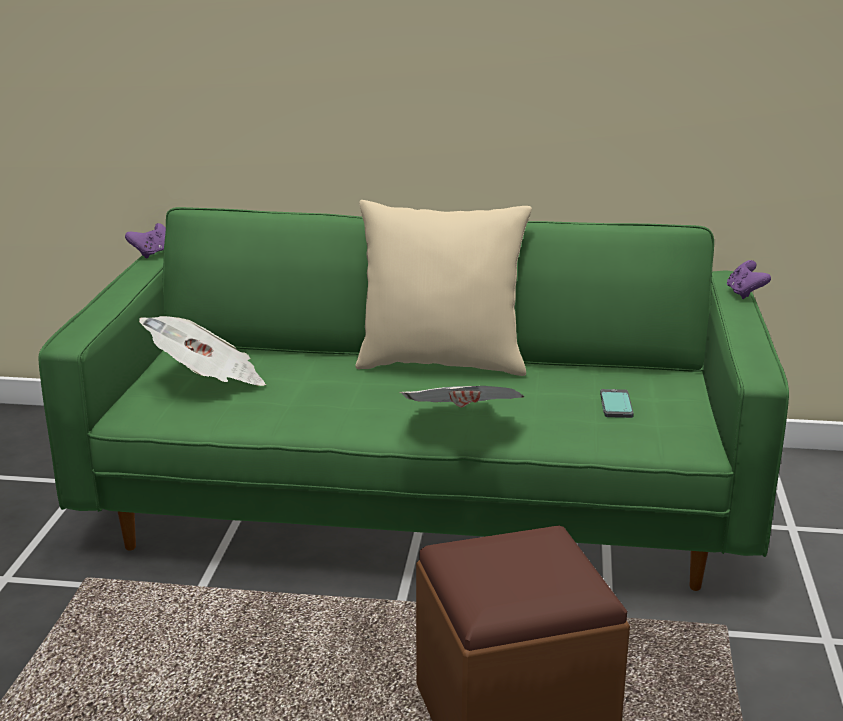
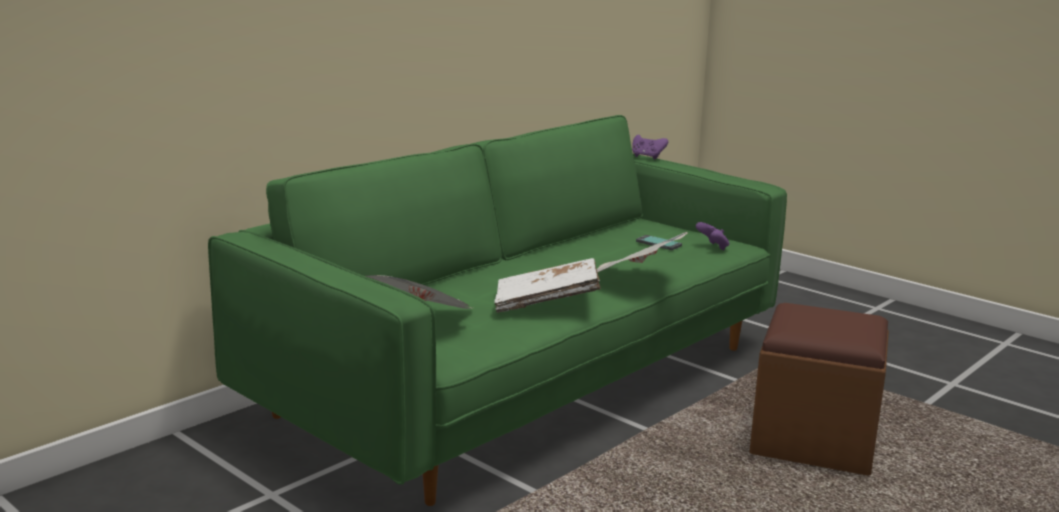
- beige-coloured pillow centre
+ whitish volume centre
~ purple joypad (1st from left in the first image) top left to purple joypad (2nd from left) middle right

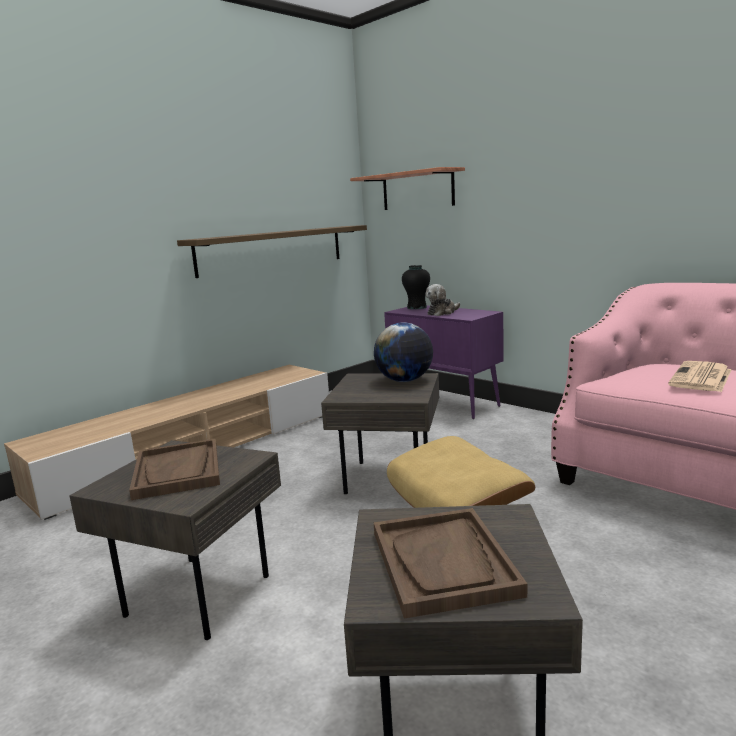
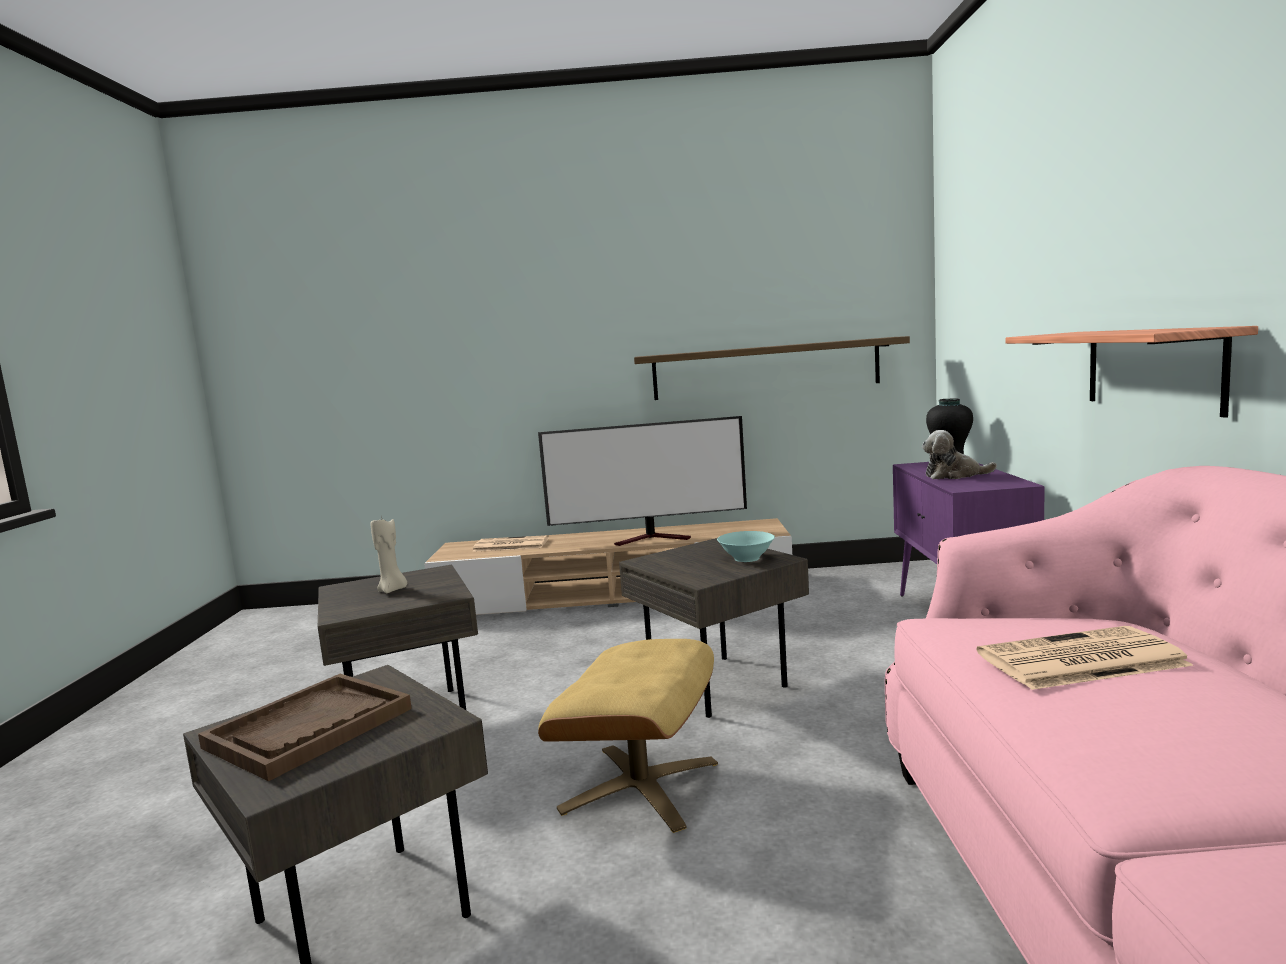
+ daily paper (1st from left) centre
+ TV set centre
~ shelf (2nd from left) top centre to middle right
~ brownish tray (1st from left) middle left to beige-coloured candle middle left
~ world globe centre to blue-green bowl centre

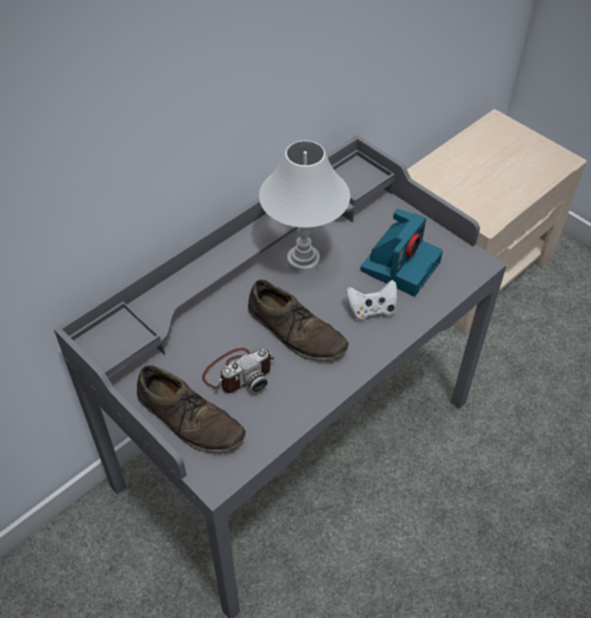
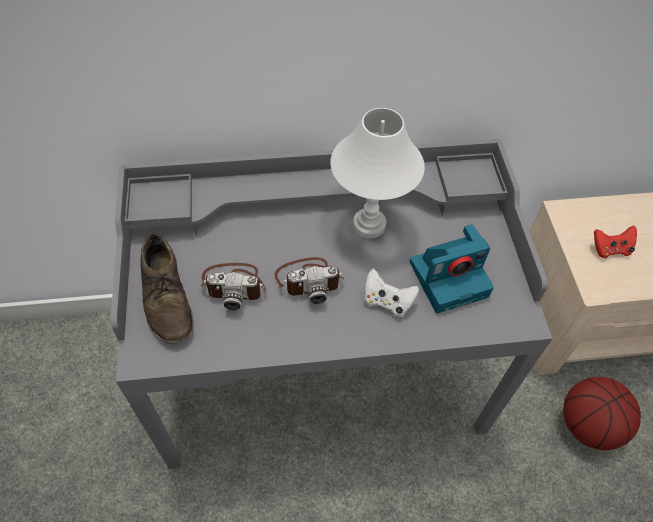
+ basketball bottom right
+ red-coloured joypad middle right
~ brownish low shoe (2nd from left) centre to photo camera (2nd from left) centre

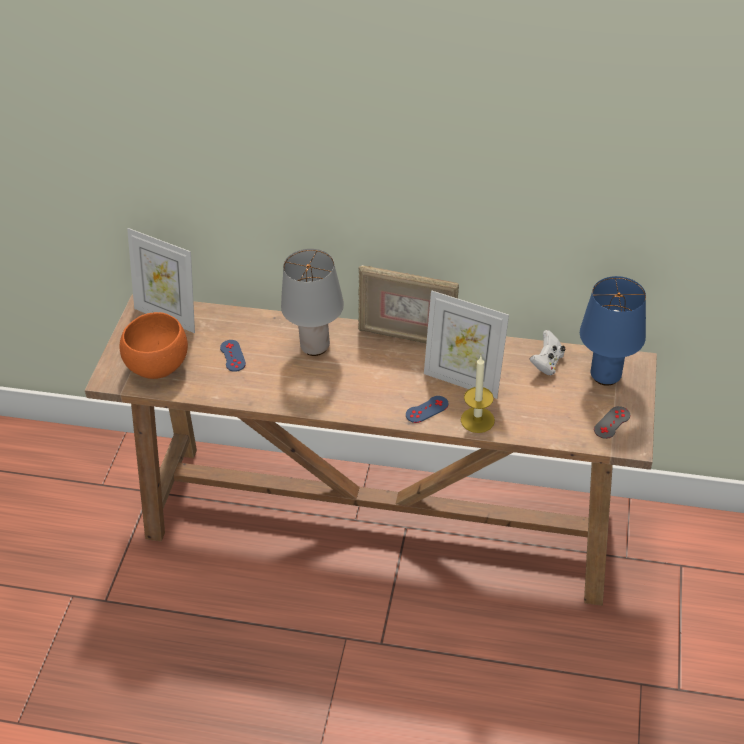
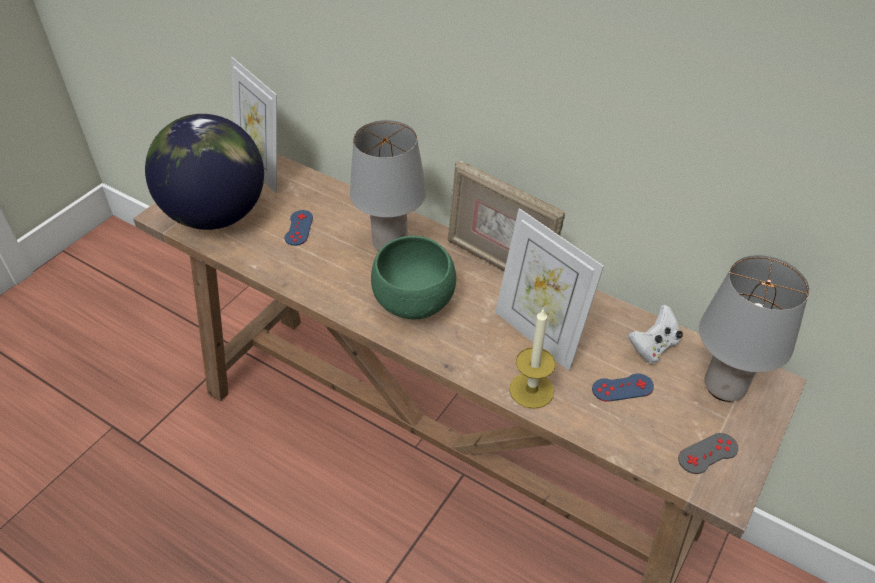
+ greenish bowl centre
~ blue-coloured joypad (2nd from left) centre to middle right
~ orange-coloured bowl middle left to world globe top left
~ blue-coloured table lamp middle right to gray table lamp (2nd from left) middle right

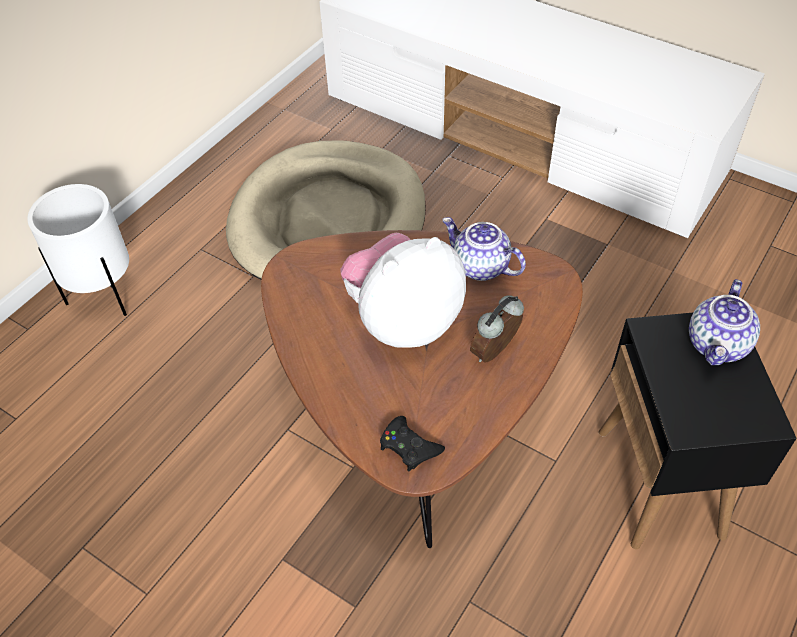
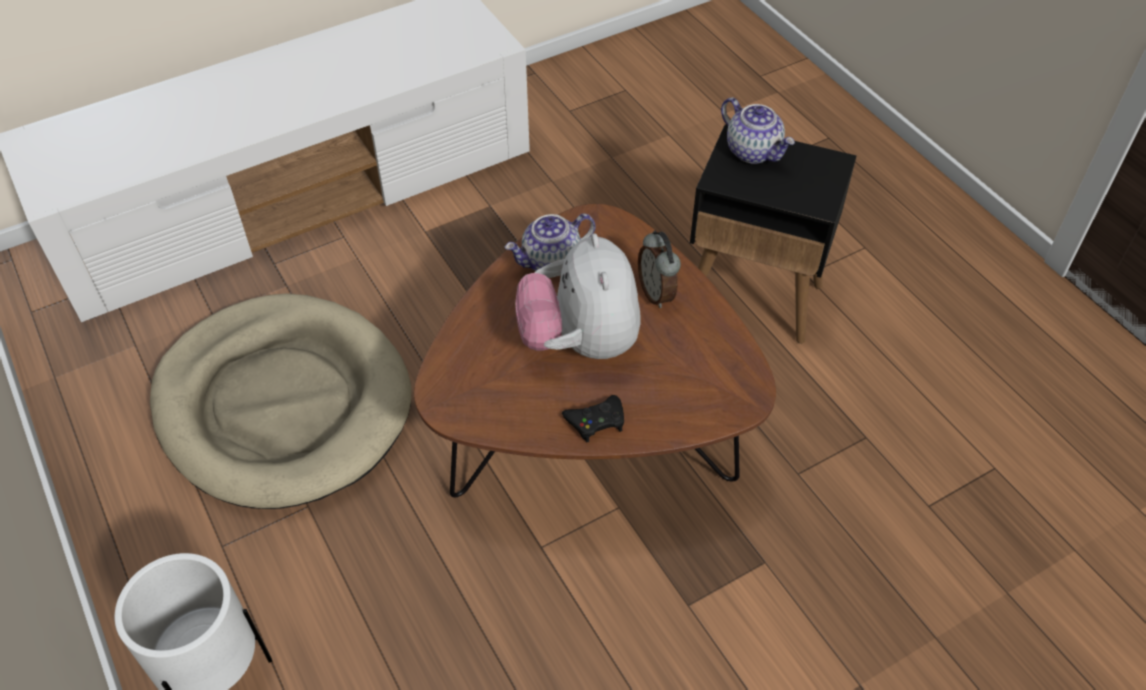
~ black-coloured joypad bottom centre to centre

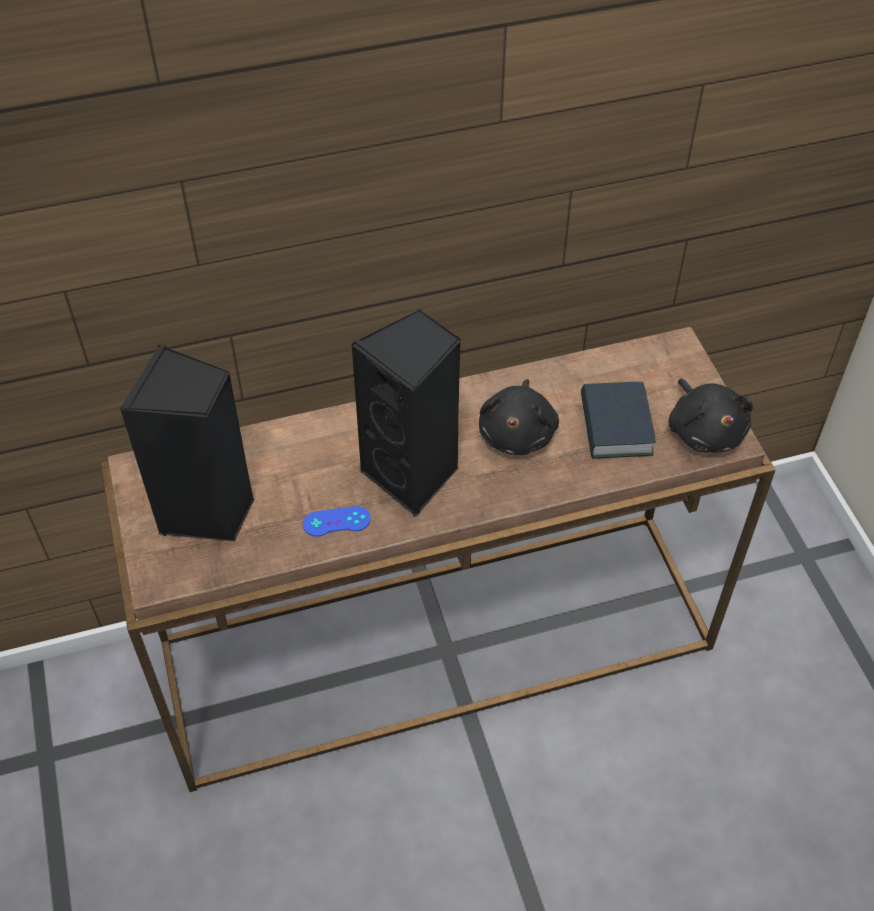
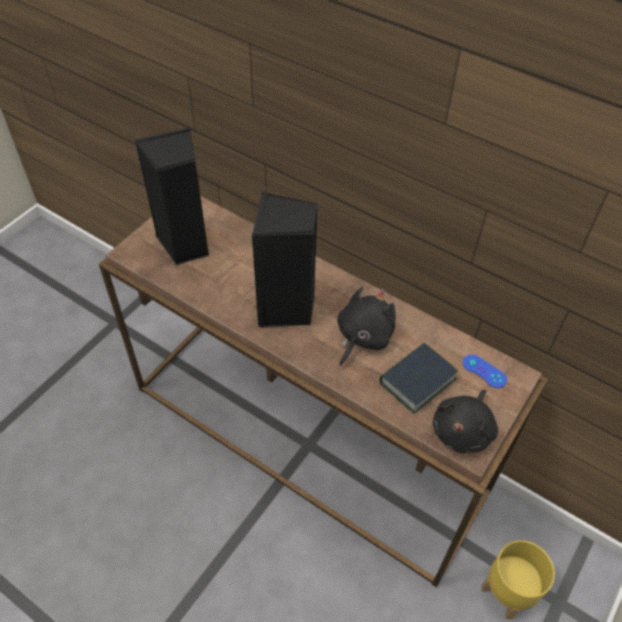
+ yellow-coloured planter bottom right
~ blue-coloured joypad centre to middle right
~ black-coloured soft toy (1st from left) centre = centre 150 degrees clockwise

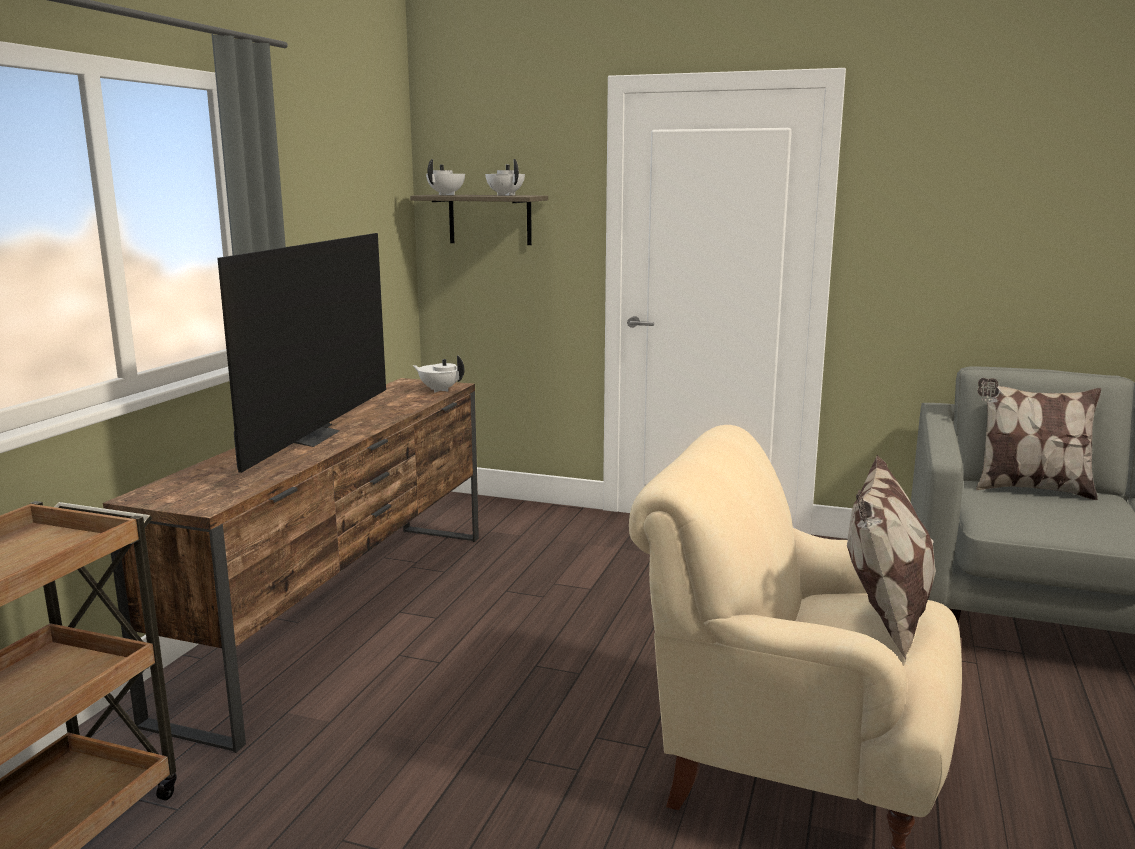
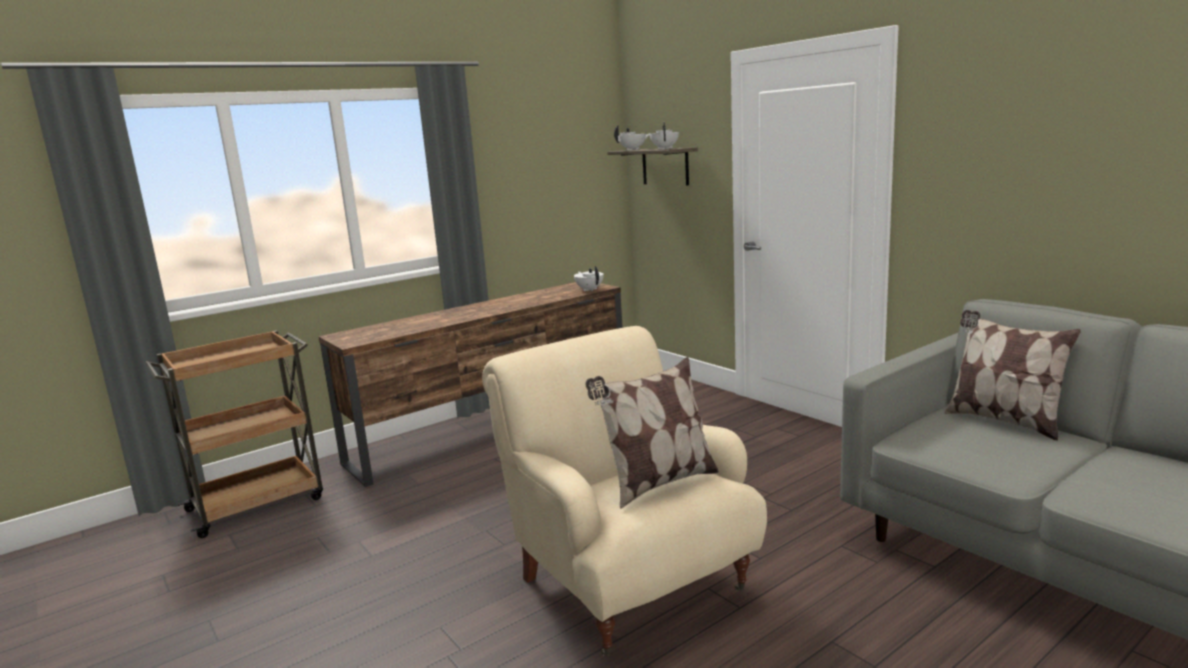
- TV set middle left

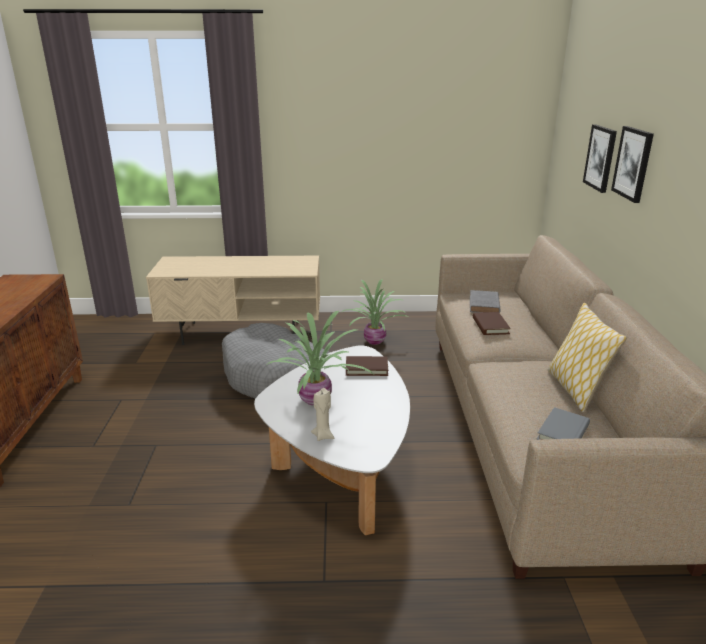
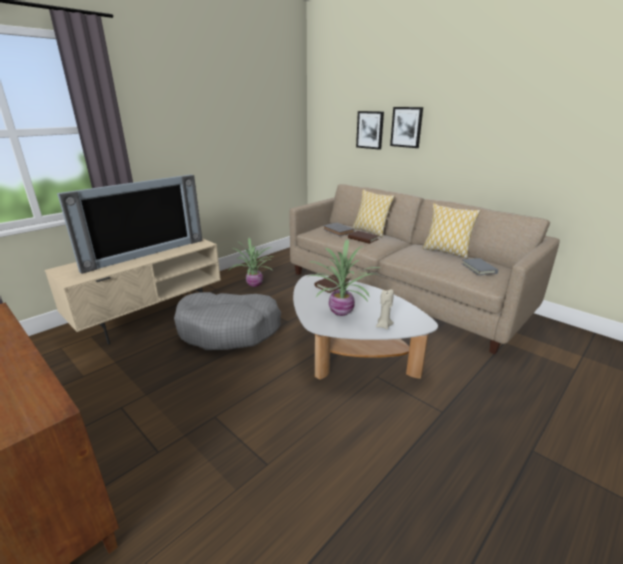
+ TV set middle left
+ pillow (1st from left) centre

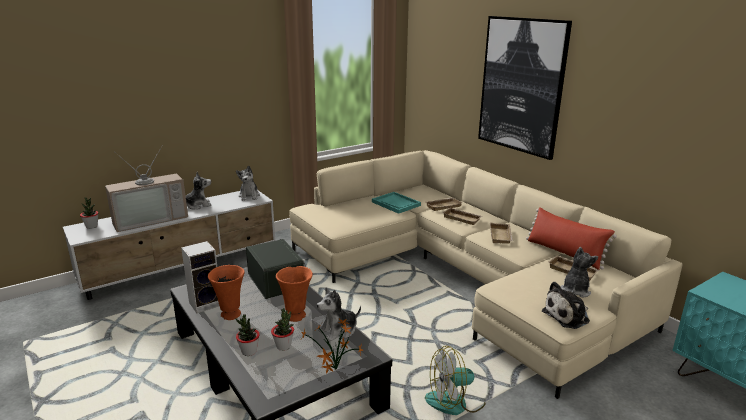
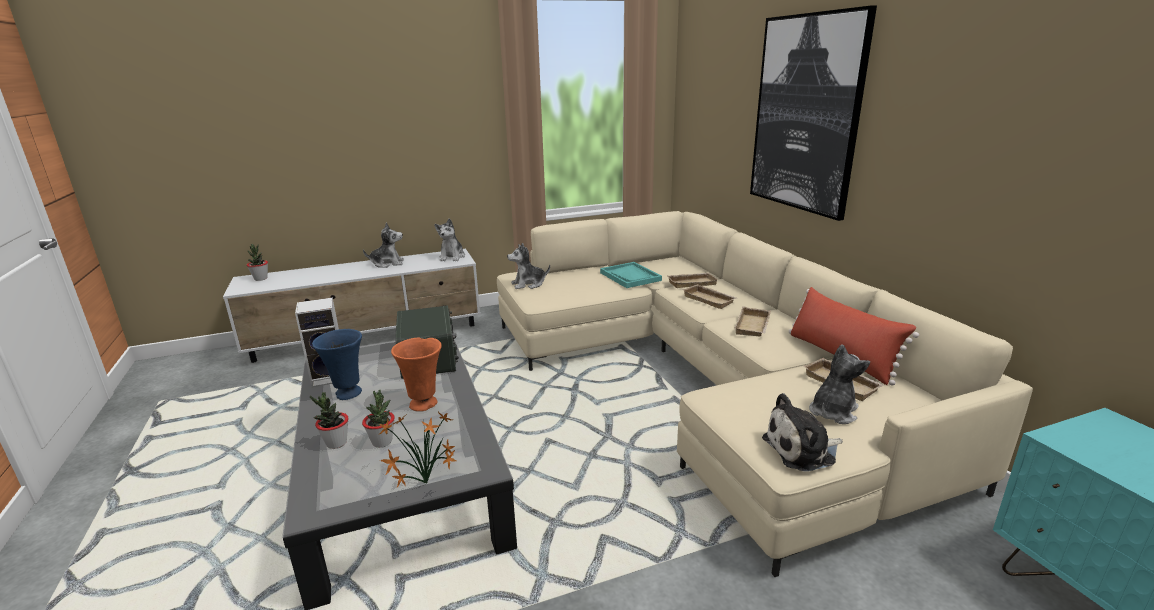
- TV set middle left
- electric fan bottom centre
~ soft toy (3rd from left) bottom centre to centre
~ orange-coloured decorative vase (1st from left) bottom left to blue-coloured decorative vase middle left

